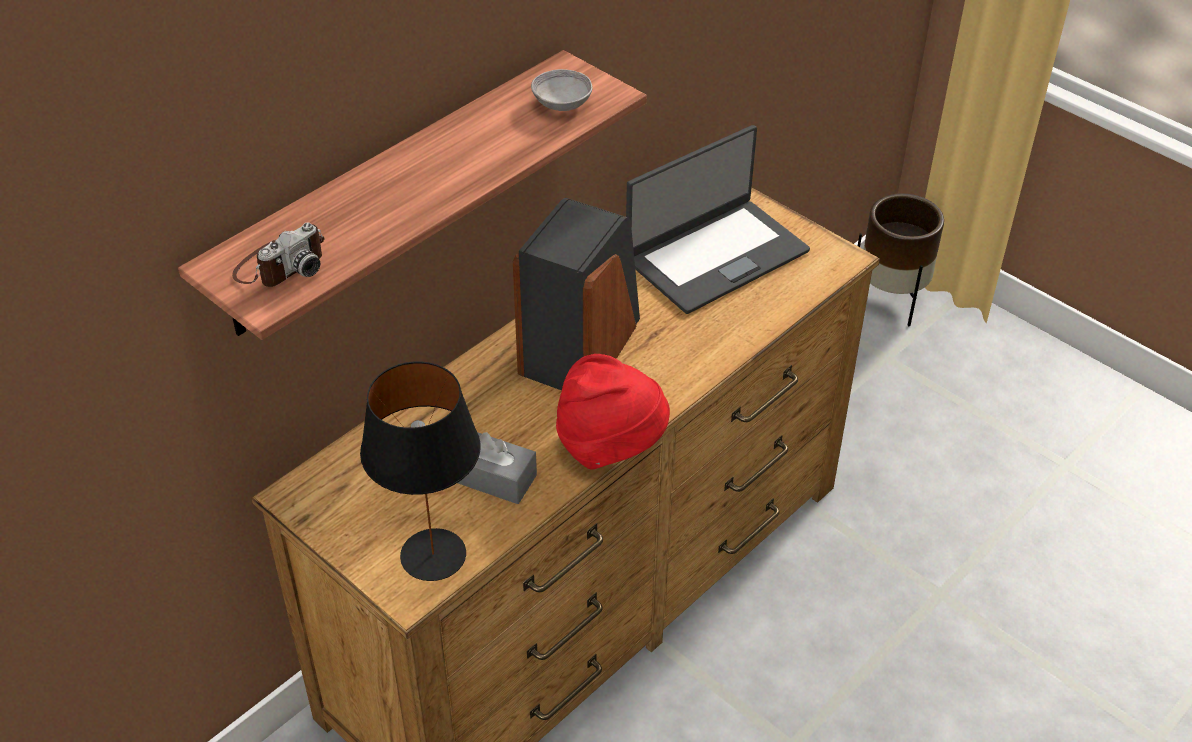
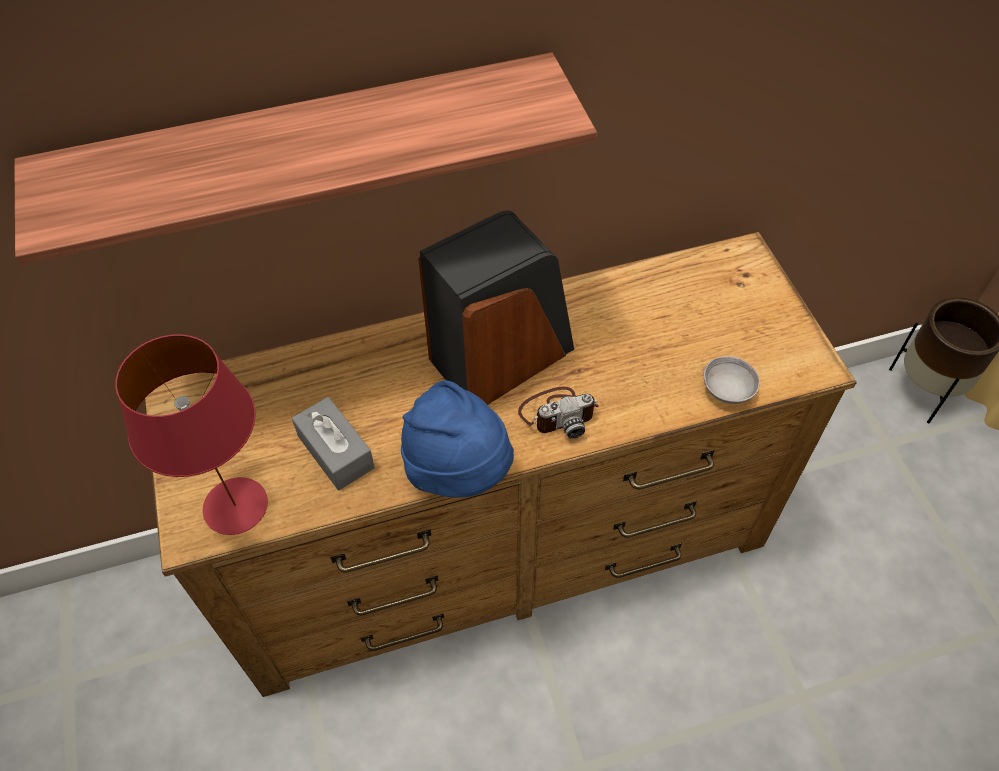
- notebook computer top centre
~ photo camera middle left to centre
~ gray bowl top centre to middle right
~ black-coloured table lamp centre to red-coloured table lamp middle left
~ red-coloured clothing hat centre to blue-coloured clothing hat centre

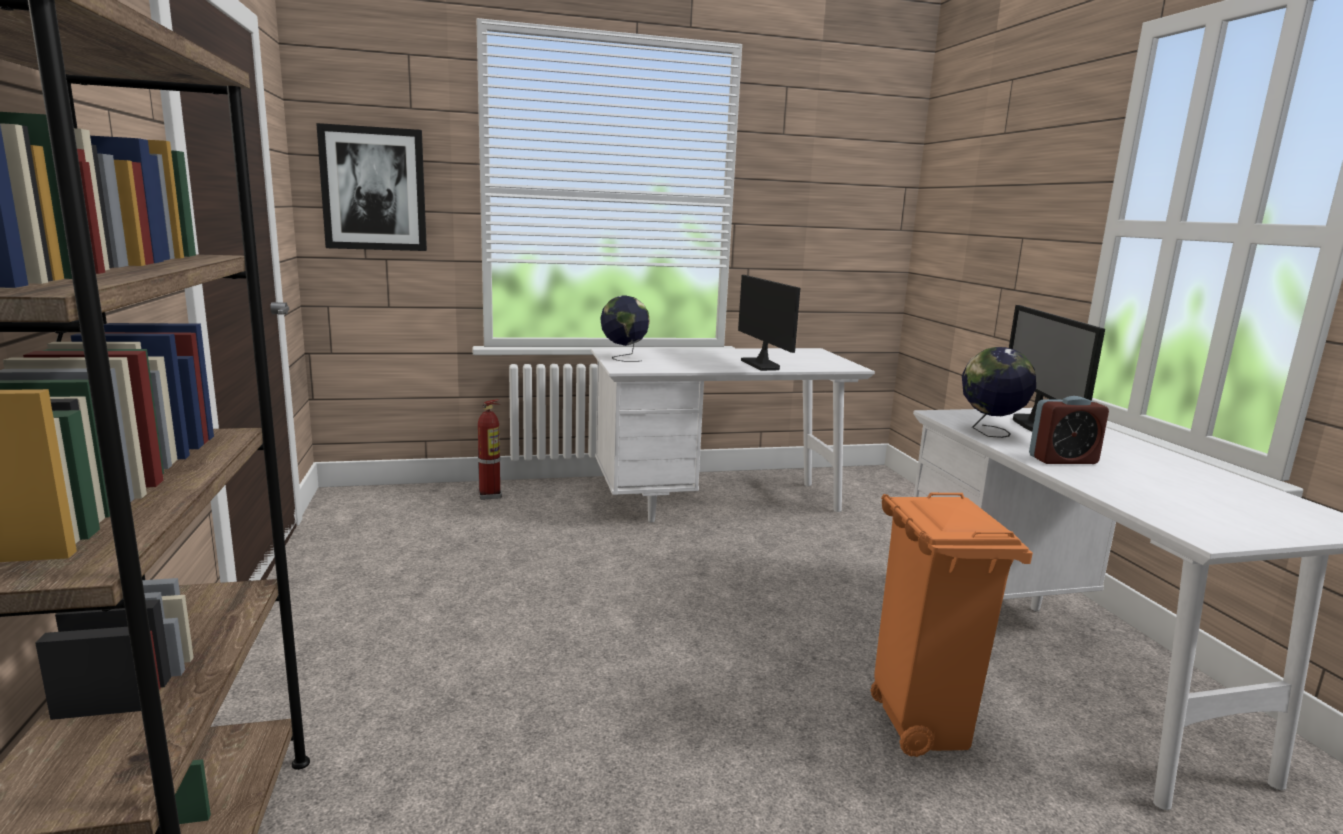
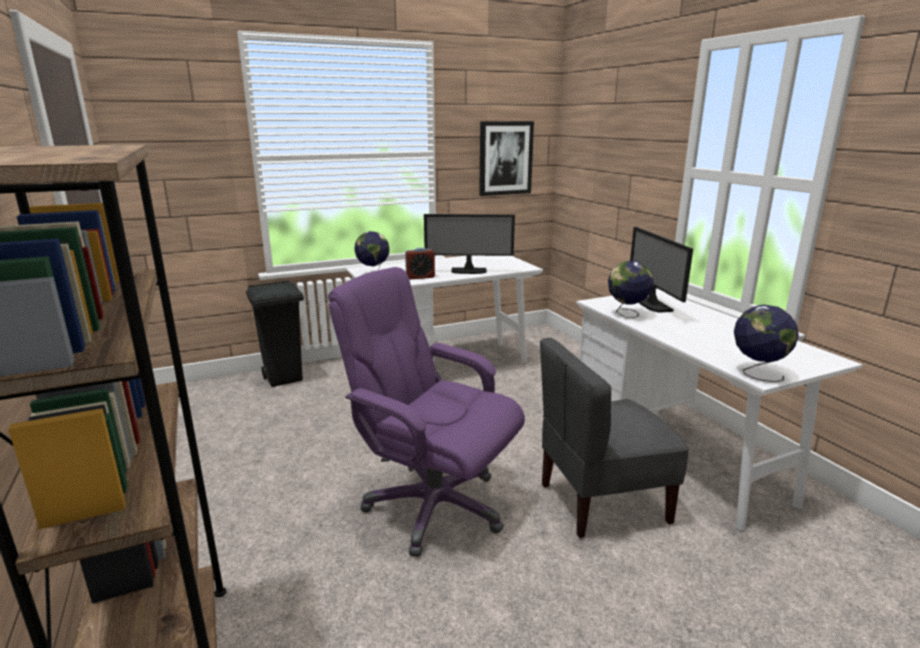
+ purple computer chair centre
+ world globe (3rd from left) middle right
~ wall picture top left to top centre
~ alarm clock middle right to centre
~ fire-fighting cylinder centre to black-coloured trash can middle left
~ orange-coloured trash can bottom right to gray upright chair bottom right
~ computer screen (1st from left) centre = centre 120 degrees clockwise

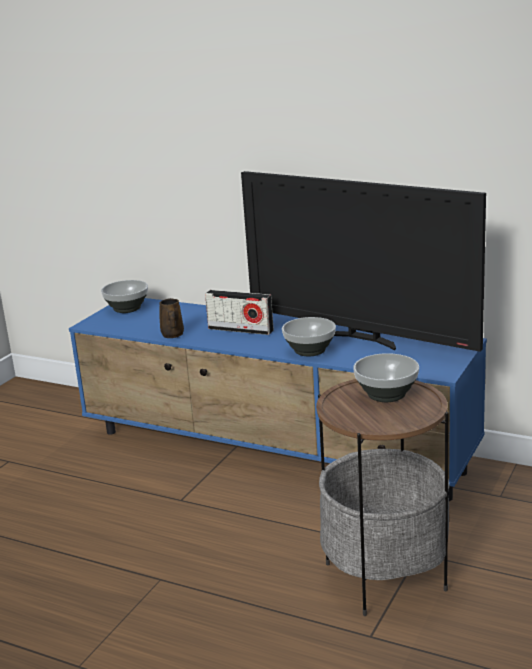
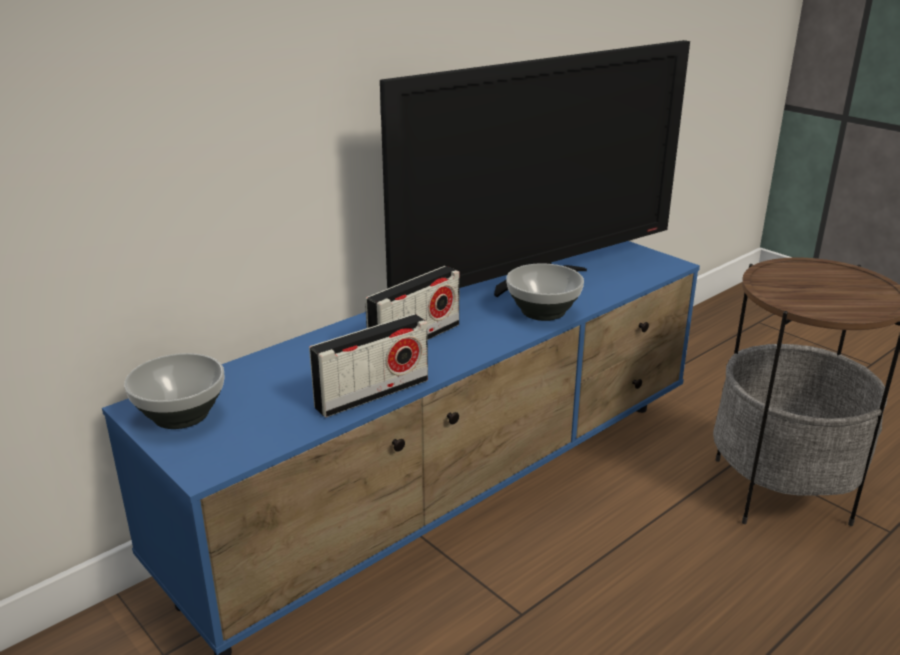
- bowl (3rd from left) middle right
~ brownish tea mug middle left to radio receiver (1st from left) centre

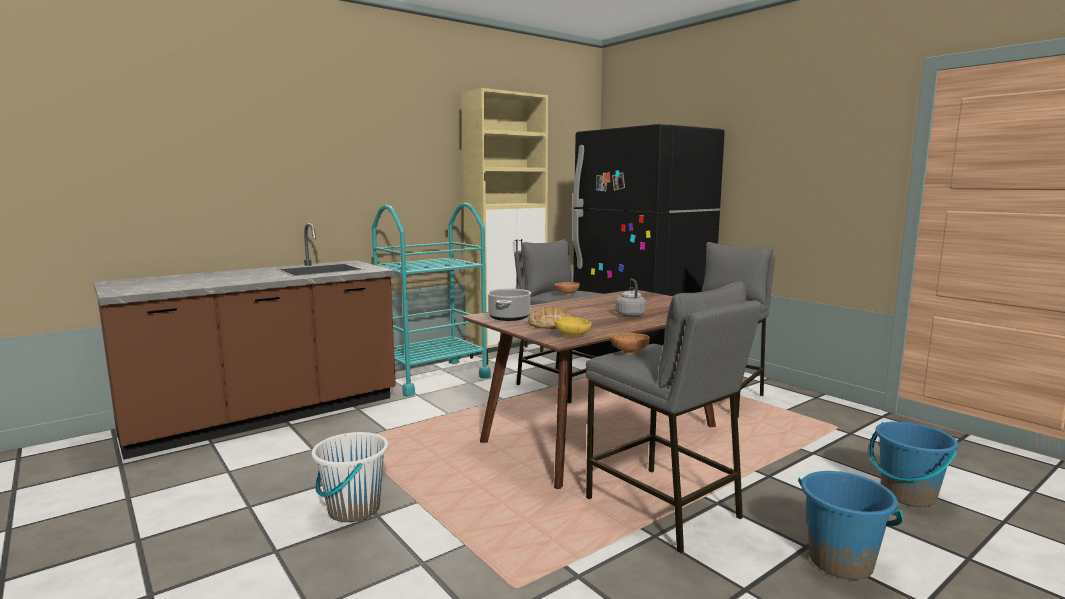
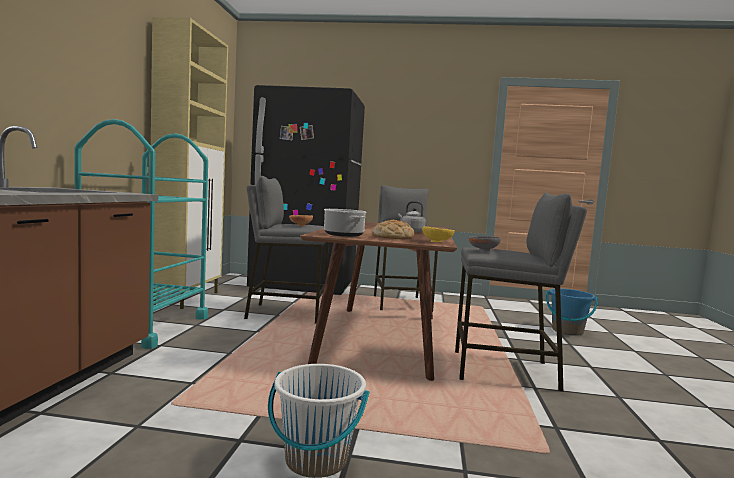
- blue-coloured bucket (1st from left) bottom right
~ brownish bowl (2nd from left) centre to gray bowl centre

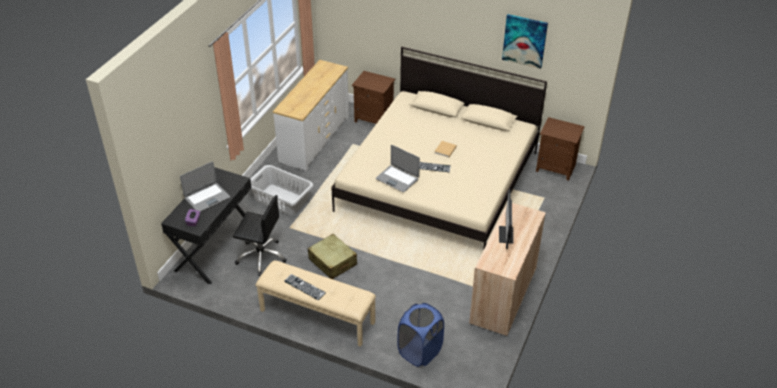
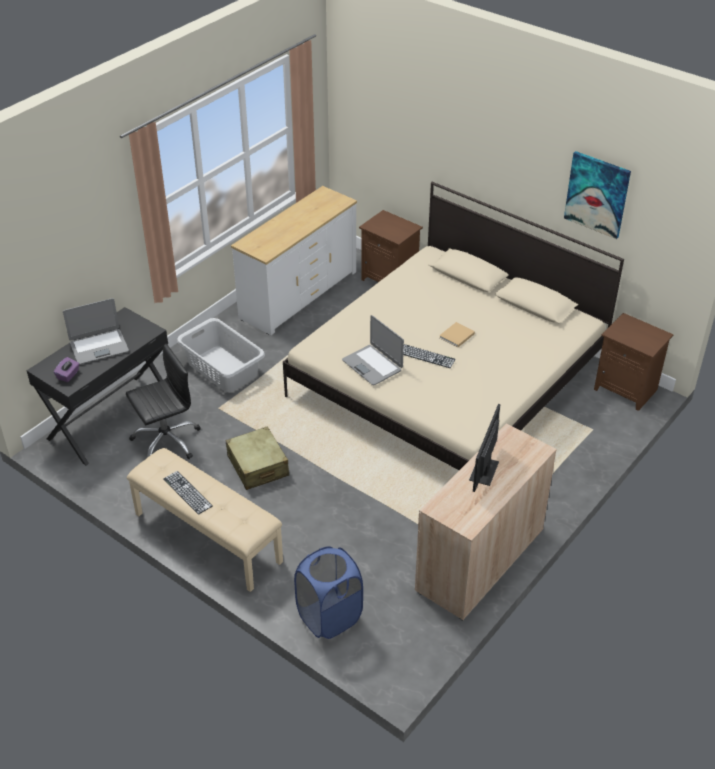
~ black-coloured computer chair centre = middle left 60 degrees counterclockwise

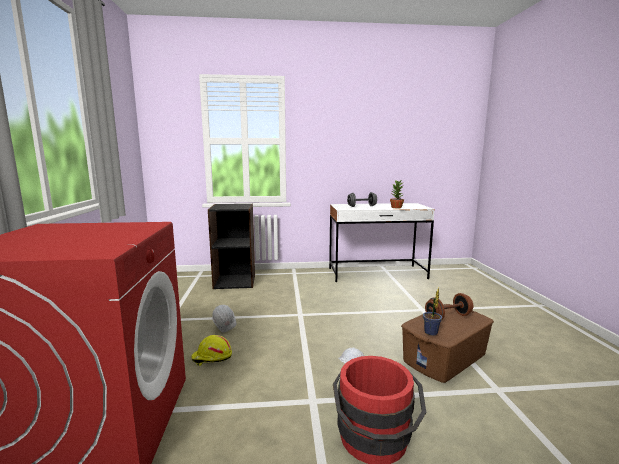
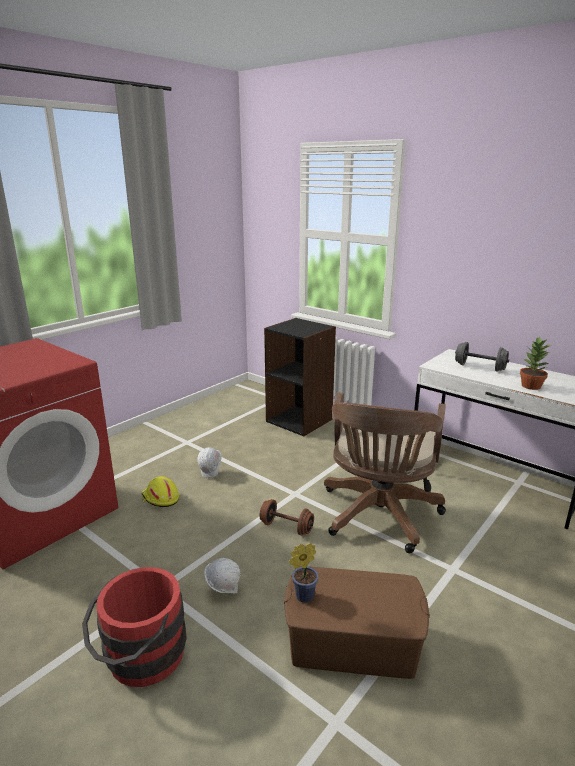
+ brownish computer chair middle right
~ brownish free weight middle right to bottom centre

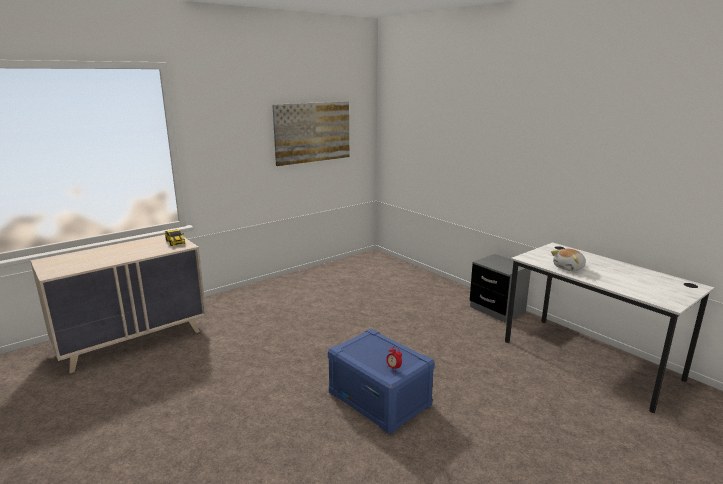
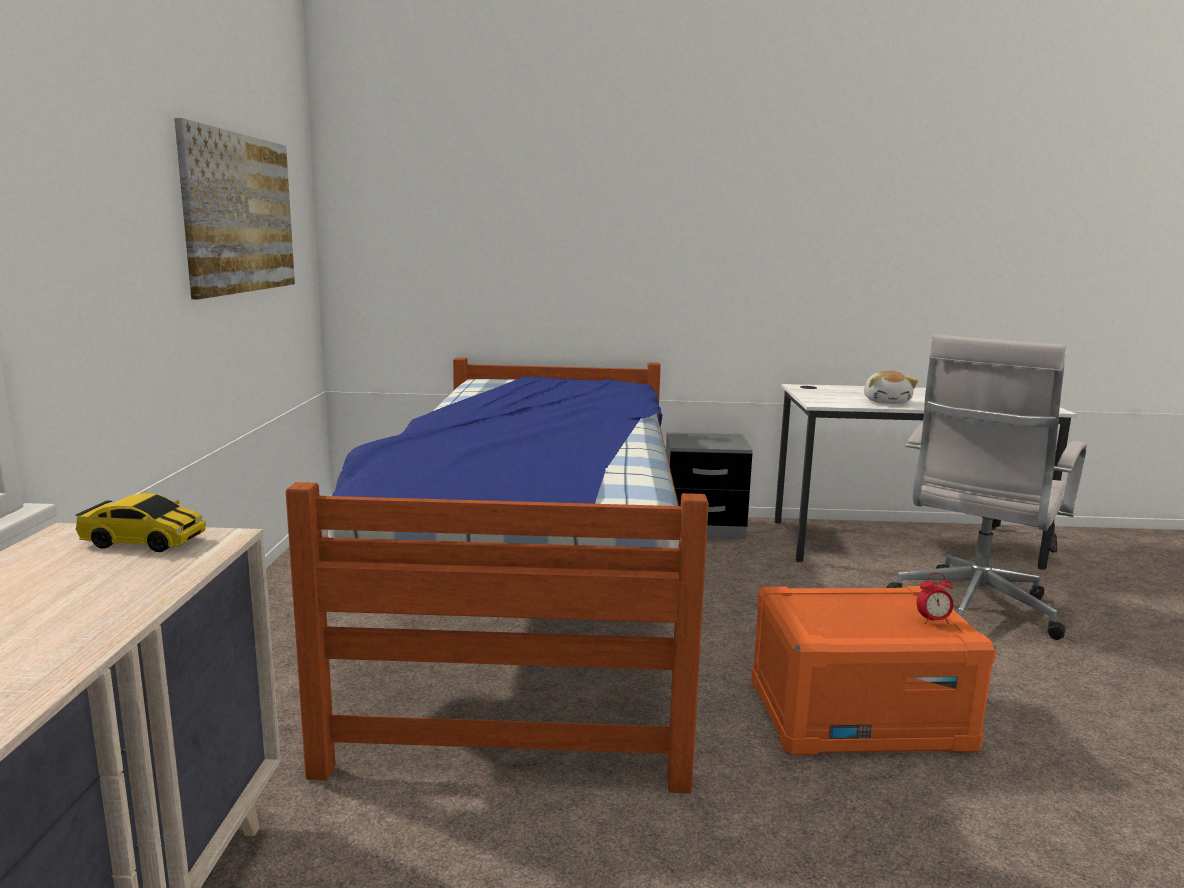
+ bedroom bed centre
+ whitish computer chair middle right
~ blue-coloured storage container bottom centre to orange-coloured storage container bottom right

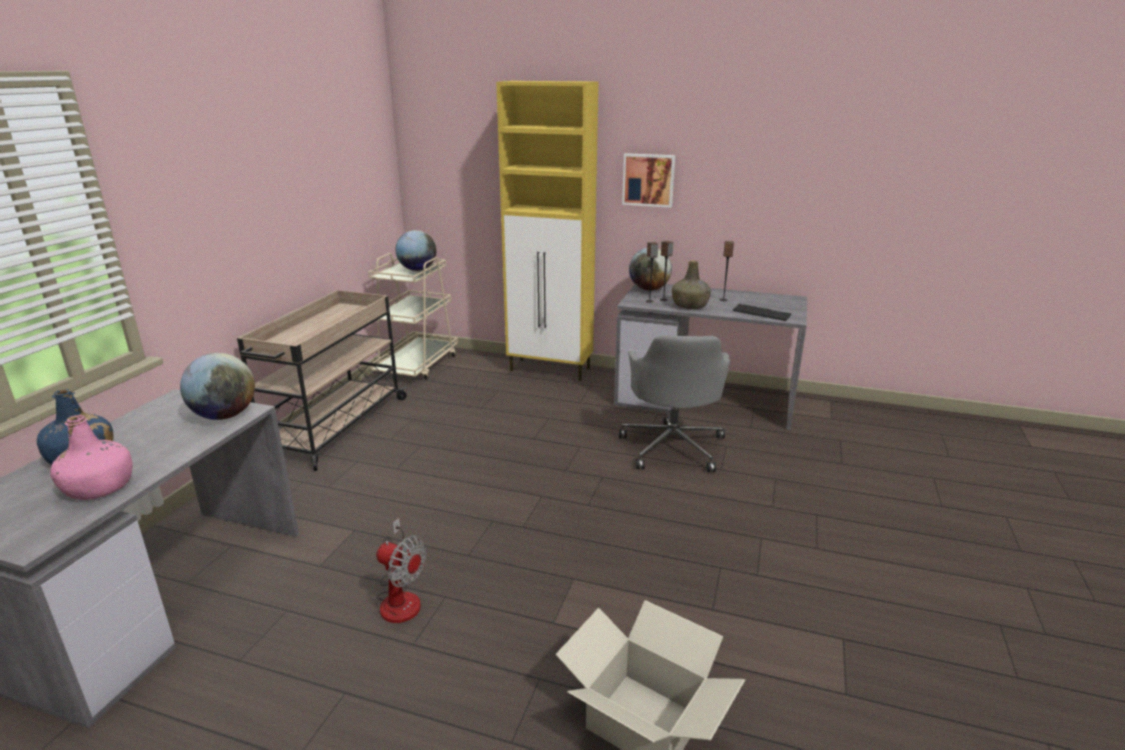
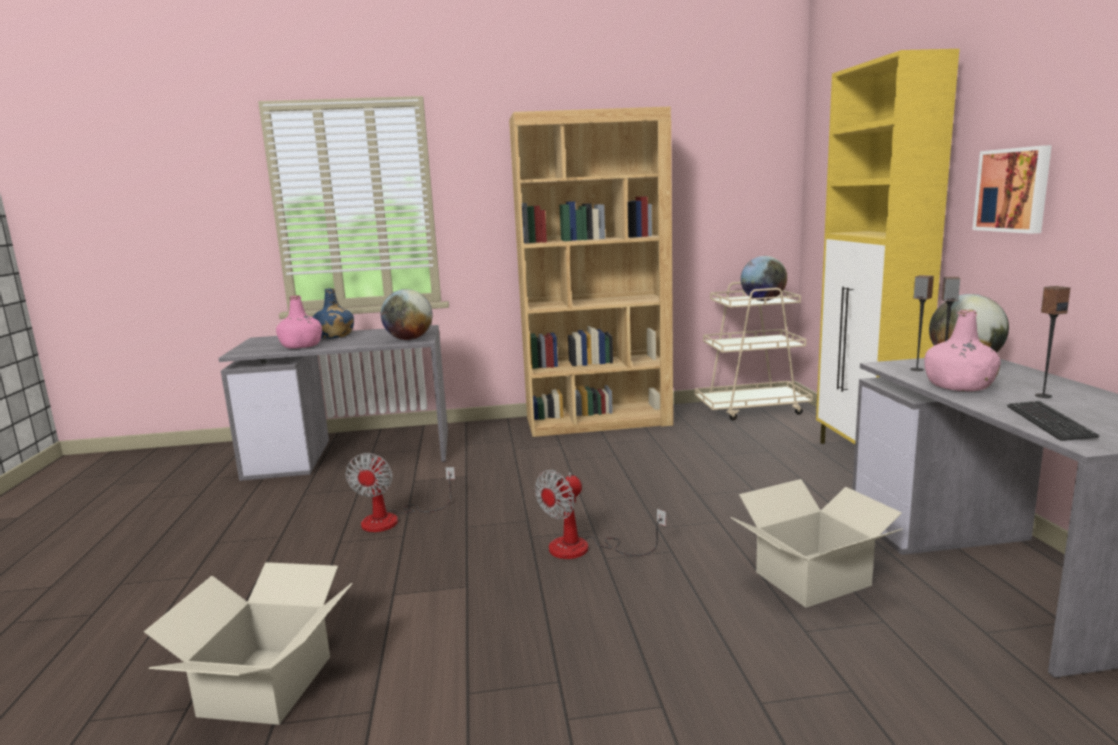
+ electric fan (2nd from left) bottom centre
~ beige-coloured wheeled cart (1st from left) middle left to brownish bookshelf centre
~ gray computer chair centre to packing box (2nd from left) bottom right
~ greenish drink bottle centre to pink drink bottle (2nd from left) middle right

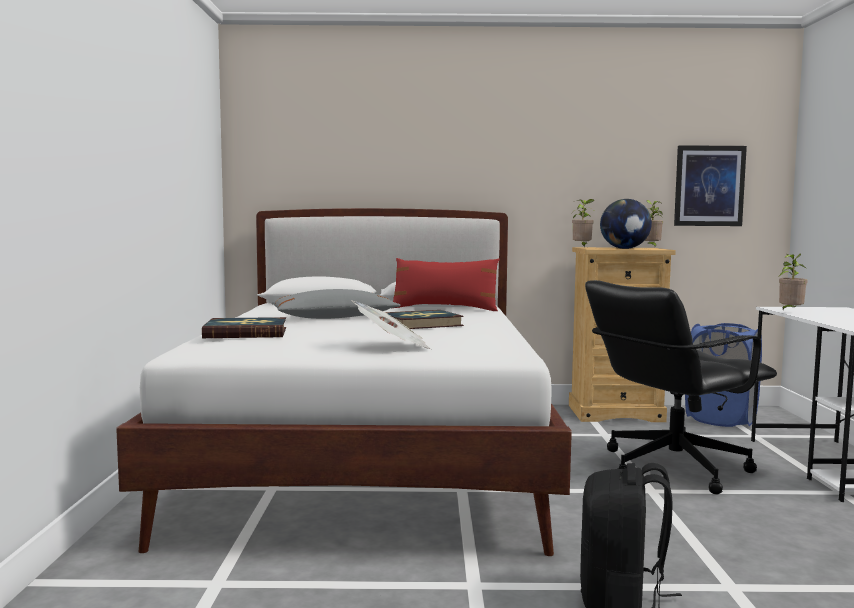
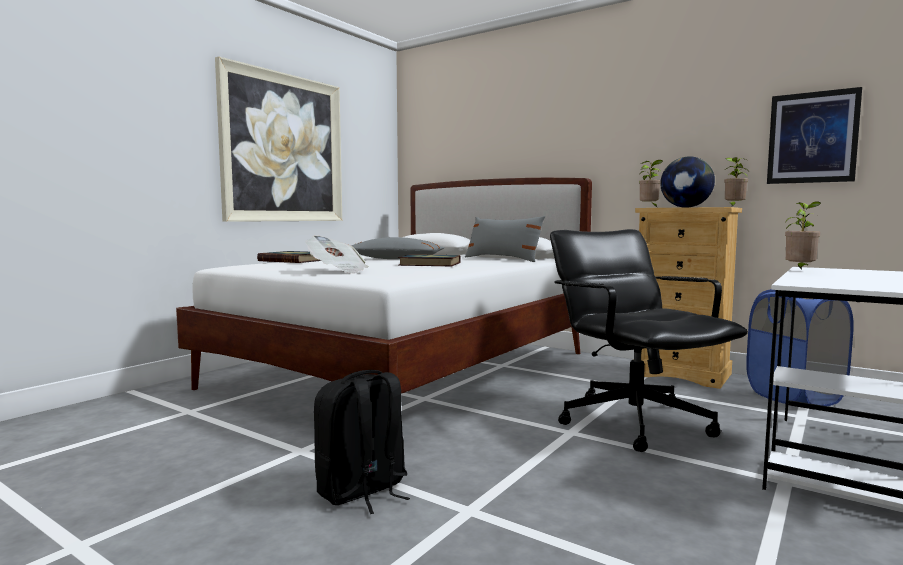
+ wall picture (1st from left) top left
~ red-coloured pillow centre to gray pillow (2nd from left) centre
~ black-coloured computer chair middle right = middle right 60 degrees clockwise

